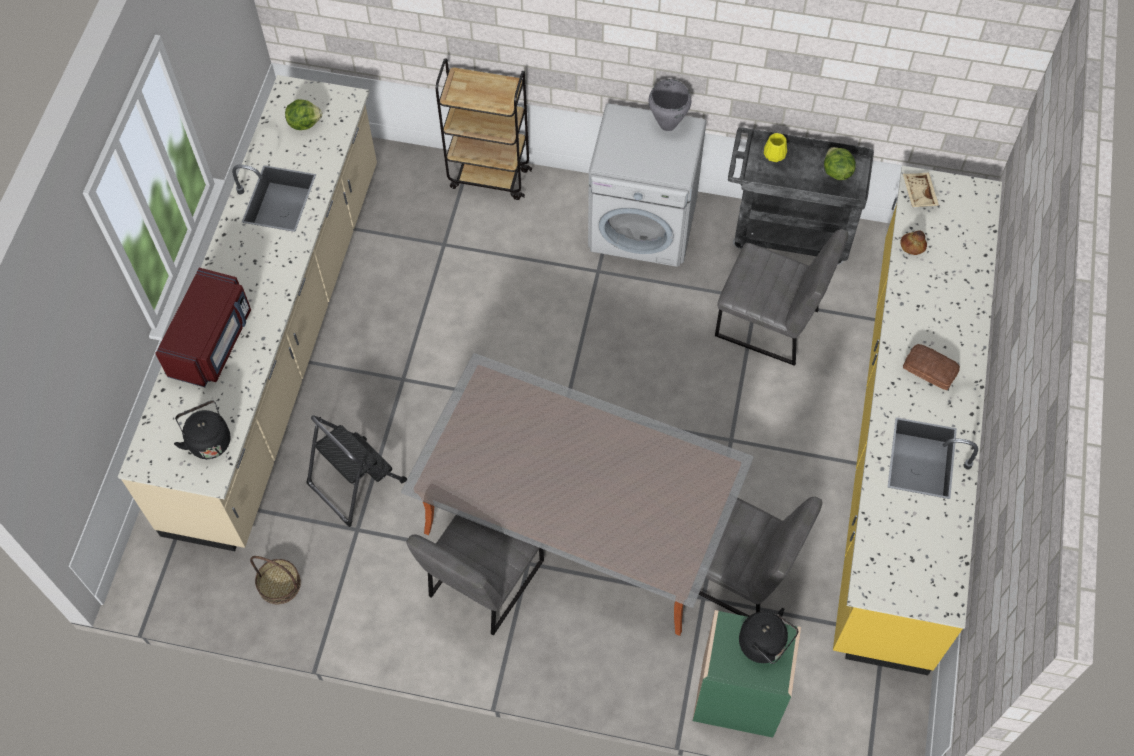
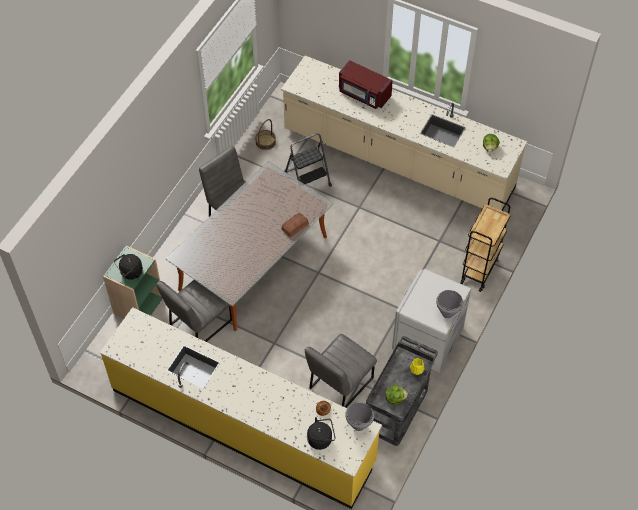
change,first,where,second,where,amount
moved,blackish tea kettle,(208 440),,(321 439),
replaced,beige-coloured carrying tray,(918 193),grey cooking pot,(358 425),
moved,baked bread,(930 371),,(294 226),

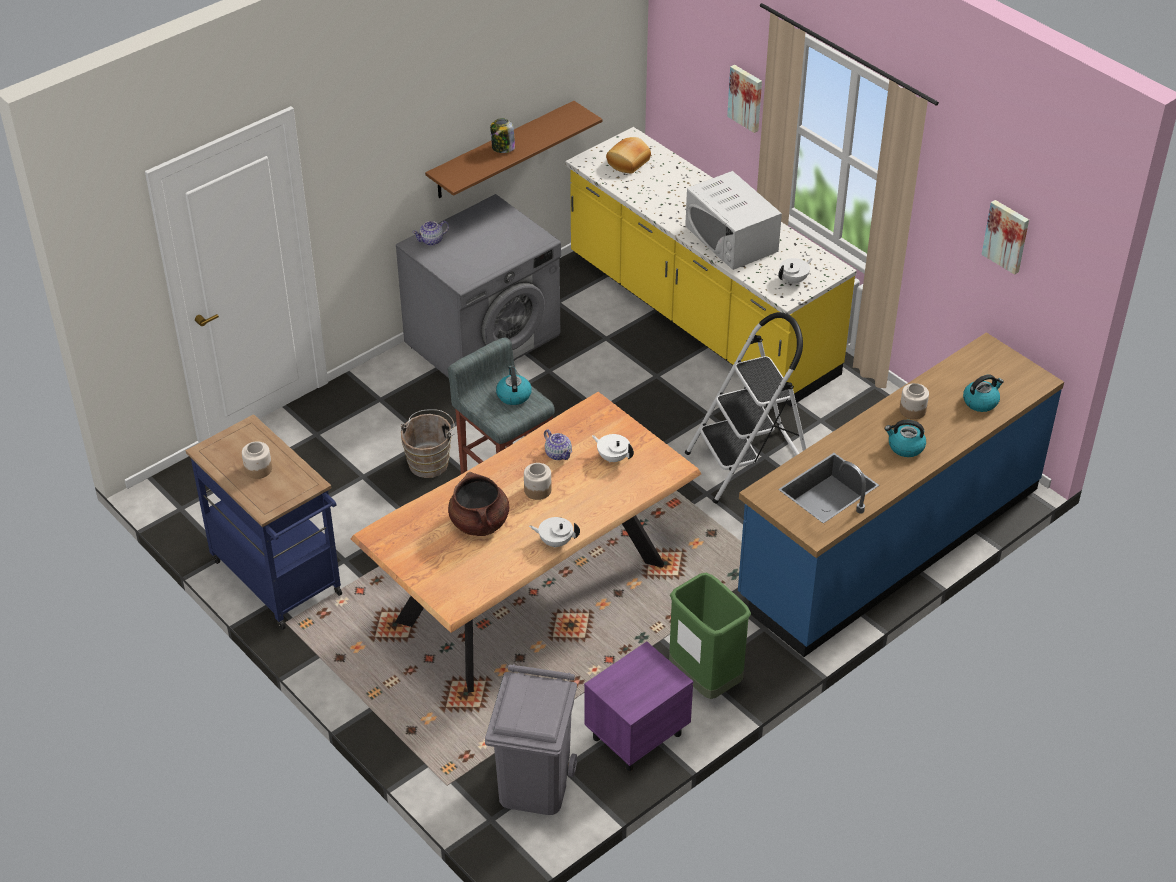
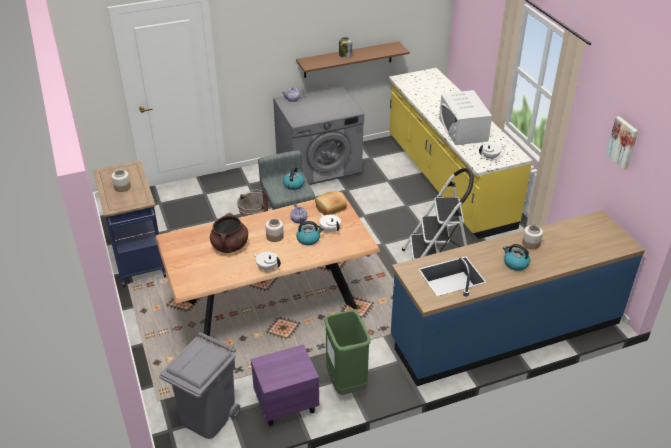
change,first,where,second,where,amount
moved,baked bread,(629 162),,(331 208),
removed,wall picture,(746 97),,,
moved,tea kettle,(981 402),,(309 239),

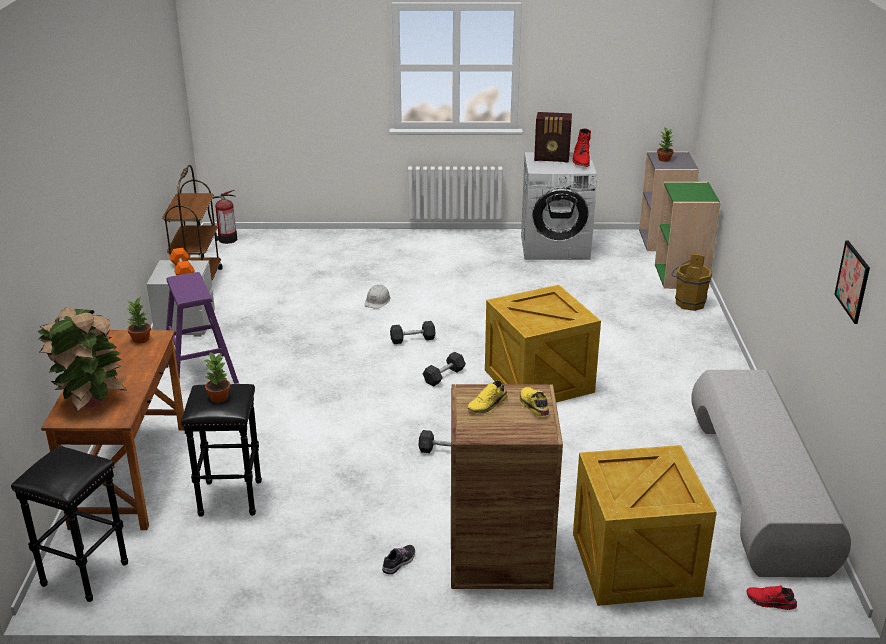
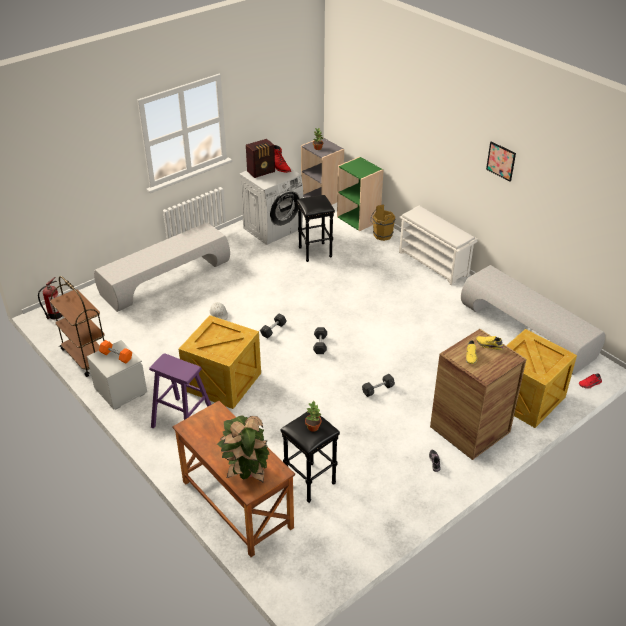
change,first,where,second,where,amount
moved,blackish stool,(85 575),,(316 252),
removed,potted plant,(141 339),,,
moved,packing crate,(540 381),,(224 381),
moved,wall picture,(852 281),,(501 161),
added,,,grey bench,(165 278),
added,,,white-coloured shoe rack,(434 264),

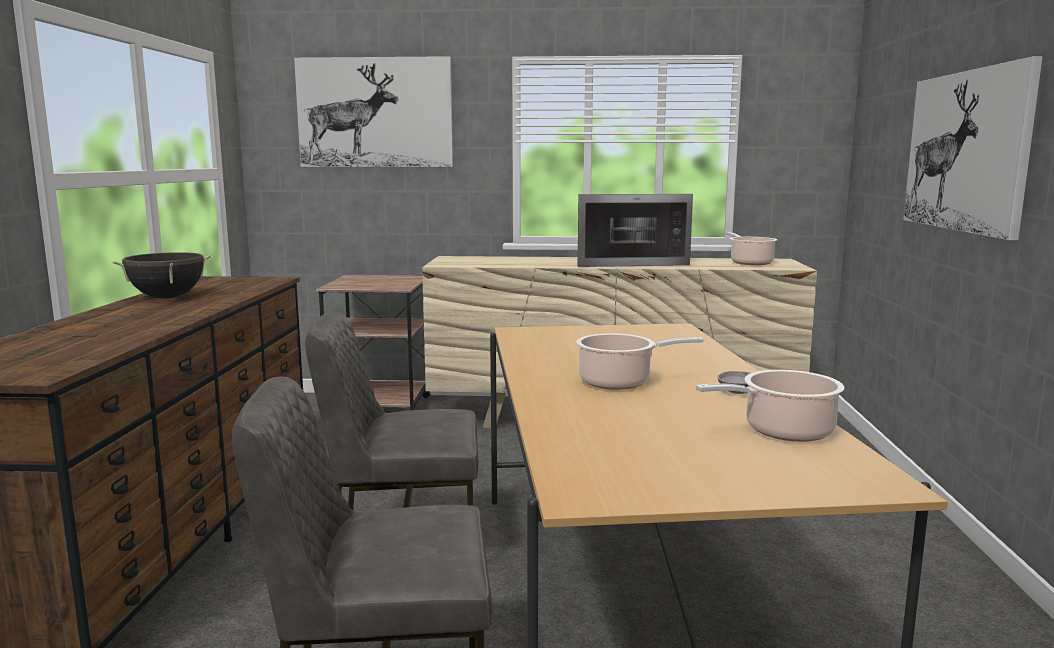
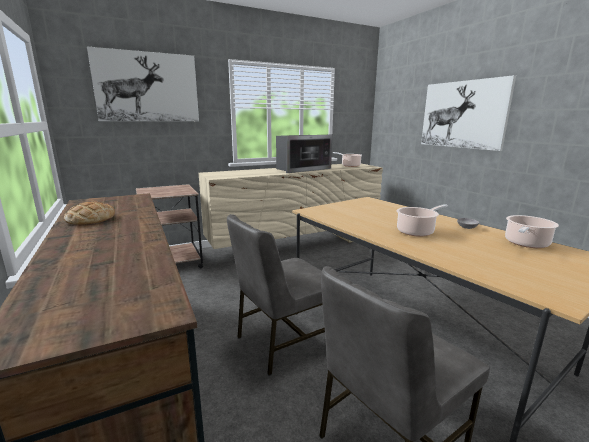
change,first,where,second,where,amount
replaced,blackish cooking pot,(167 298),baked bread,(91 219),

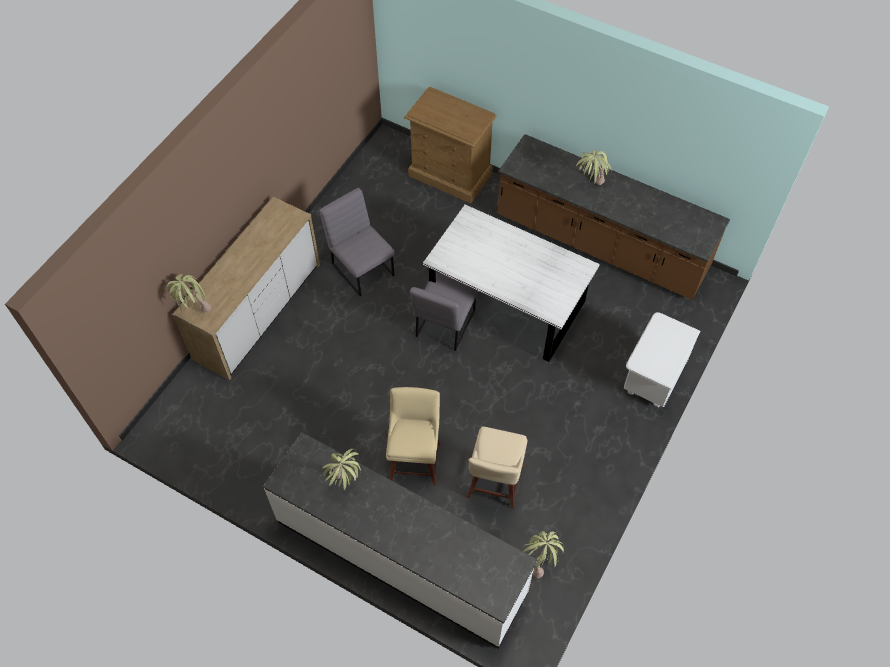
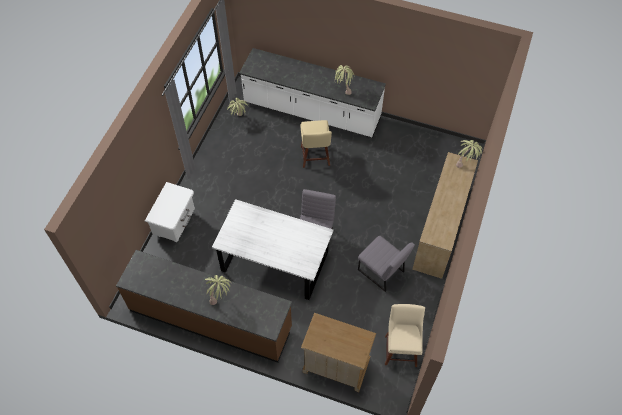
change,first,where,second,where,amount
moved,beige-coloured stool,(494 484),,(401 349),

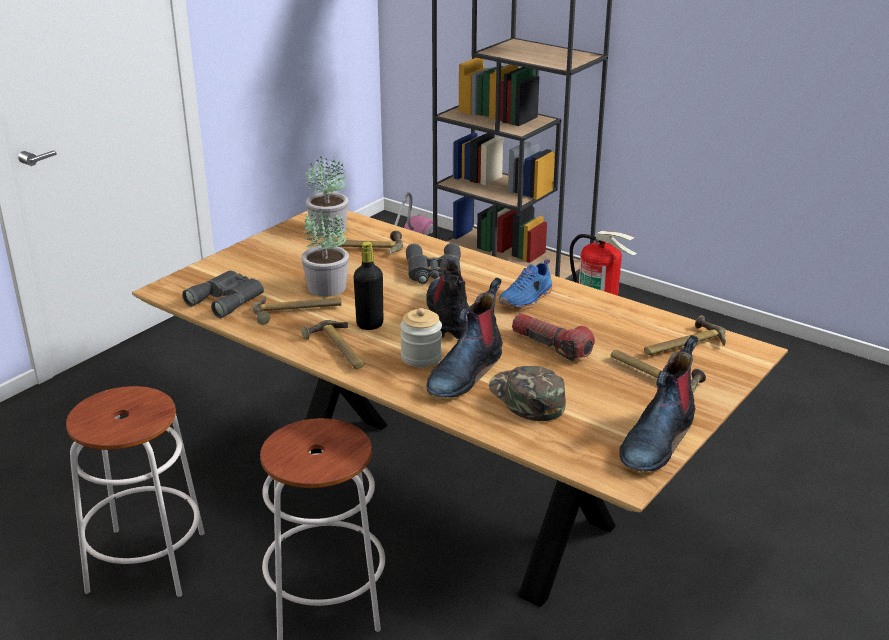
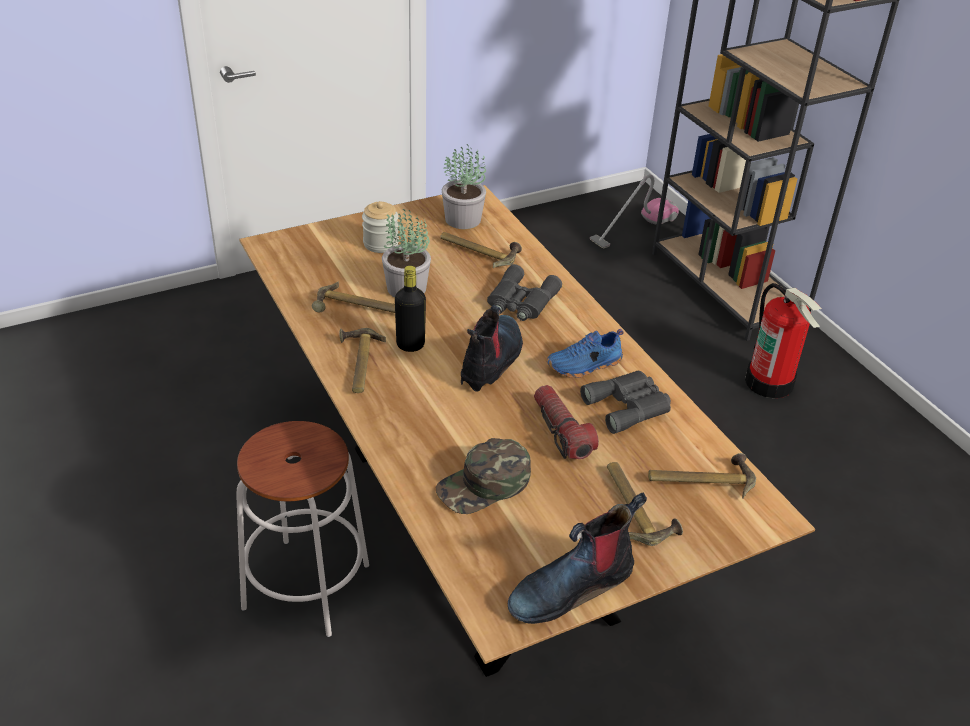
change,first,where,second,where,amount
removed,white-coloured stool,(146 561),,,
moved,grey binoculars,(228 299),,(629 406),
moved,preserve jar,(421 357),,(381 244),
removed,boot,(465 372),,,
turned,green-coloured baseball cap,(526 398),,(484 485),120 degrees counterclockwise

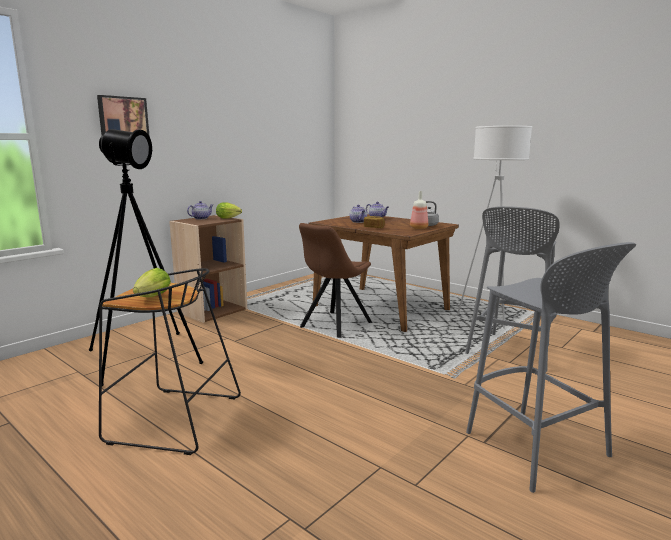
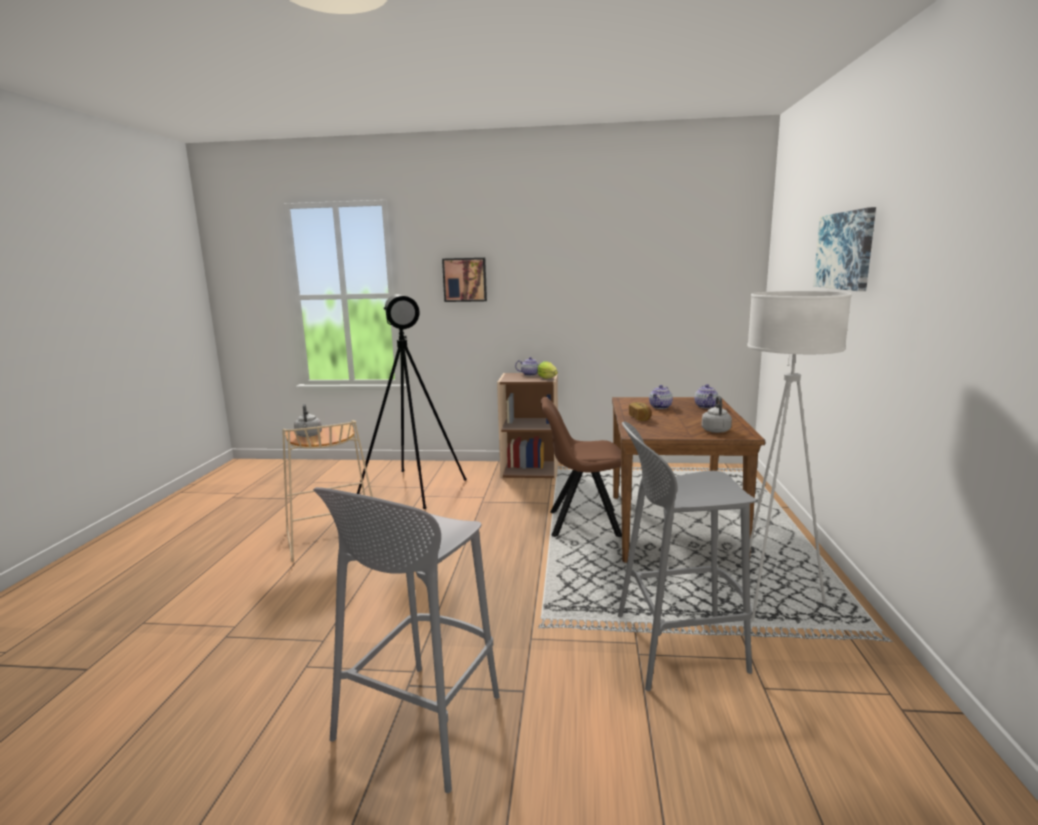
change,first,where,second,where,amount
recoloured,blackish stool,(172 420),beige-coloured stool,(332 537),
replaced,lettuce head,(151 298),grey tea kettle,(308 435),
removed,beverage bottle,(419 228),,,
added,,,wall picture,(845 250),

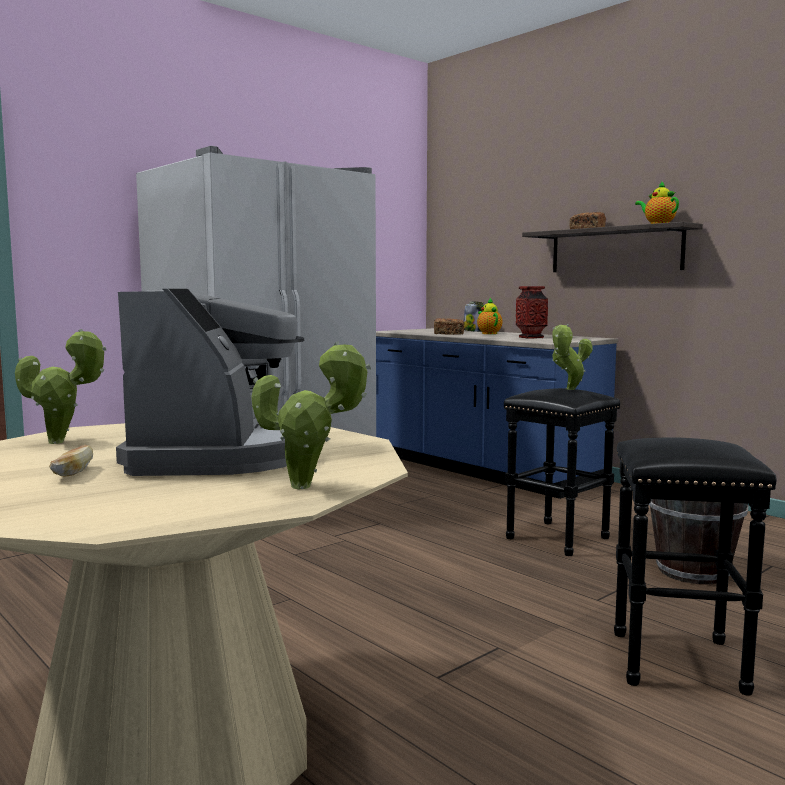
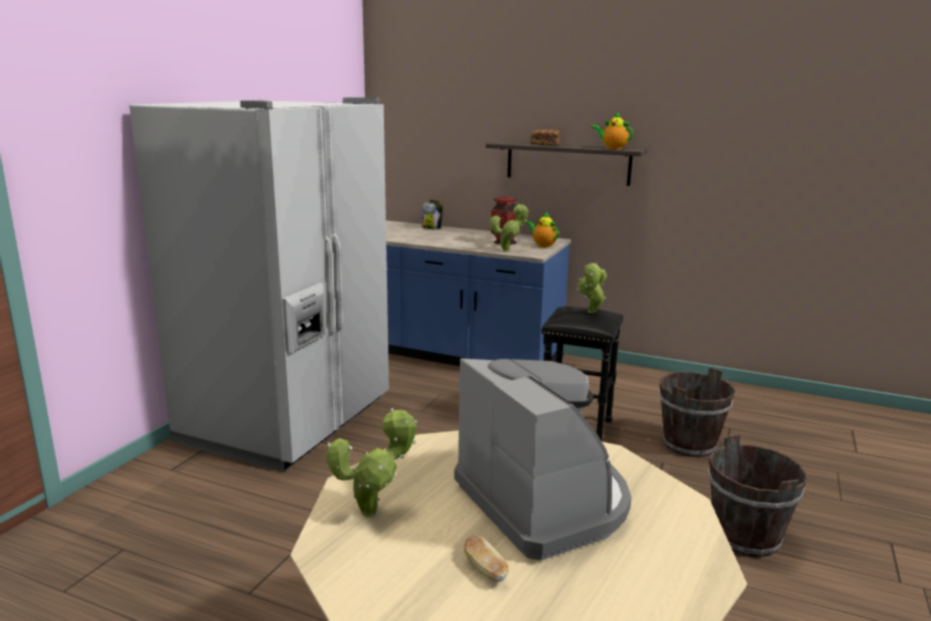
change,first,where,second,where,amount
moved,potted plant,(308 486),,(508 251),
removed,baked bread,(449 334),,,
moved,pot for tea,(488 333),,(543 245),
replaced,blackish stool,(675 662),brownish pail,(745 537),

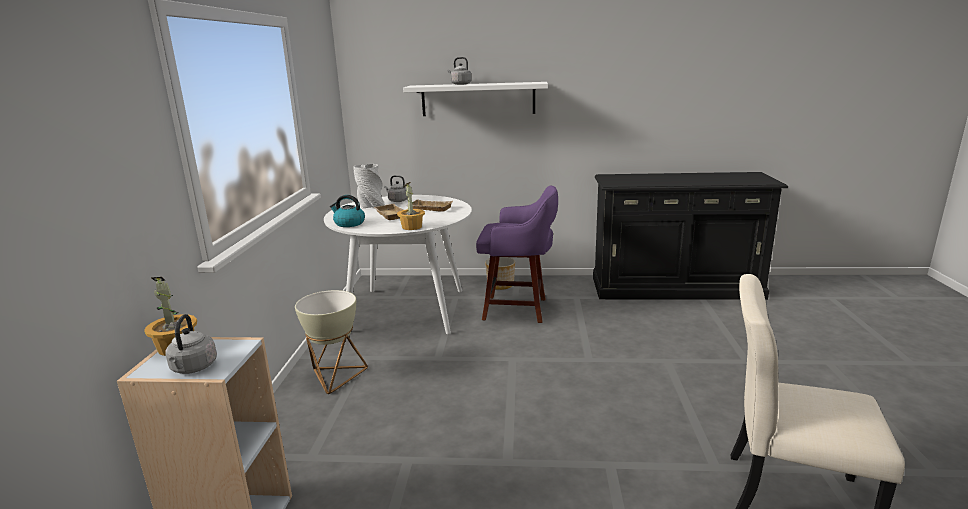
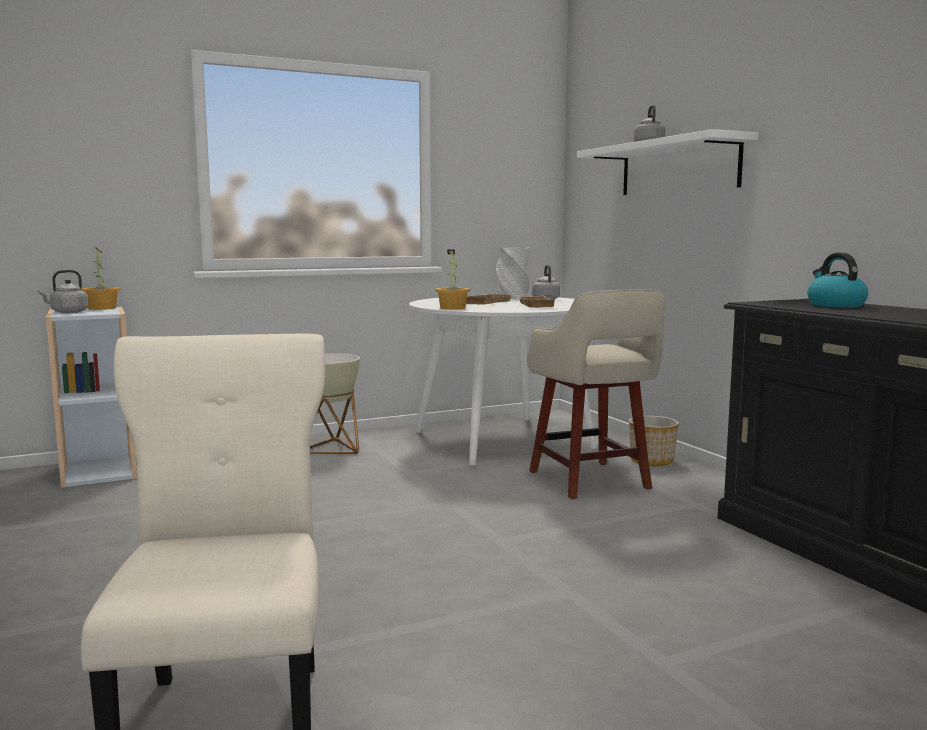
change,first,where,second,where,amount
moved,tea kettle,(349 223),,(835 305),
recoloured,purplish stool,(518 310),beige-coloured stool,(591 482),

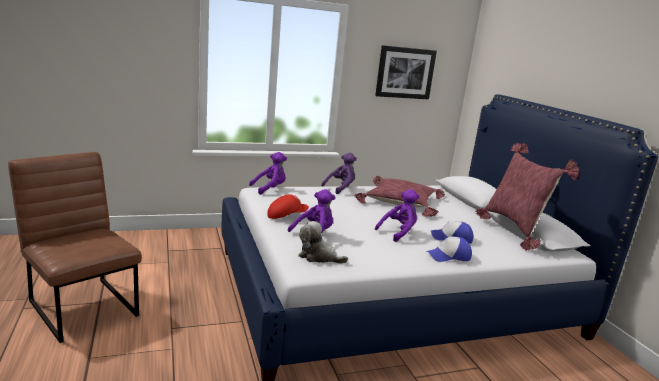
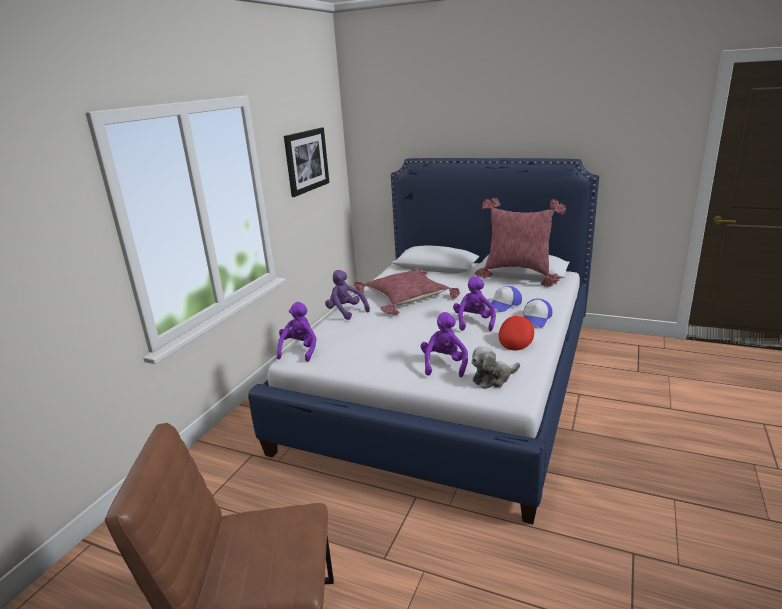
change,first,where,second,where,amount
moved,red baseball cap,(286 216),,(516 340),
turned,purplish plush toy,(340 188),,(346 312),45 degrees counterclockwise

